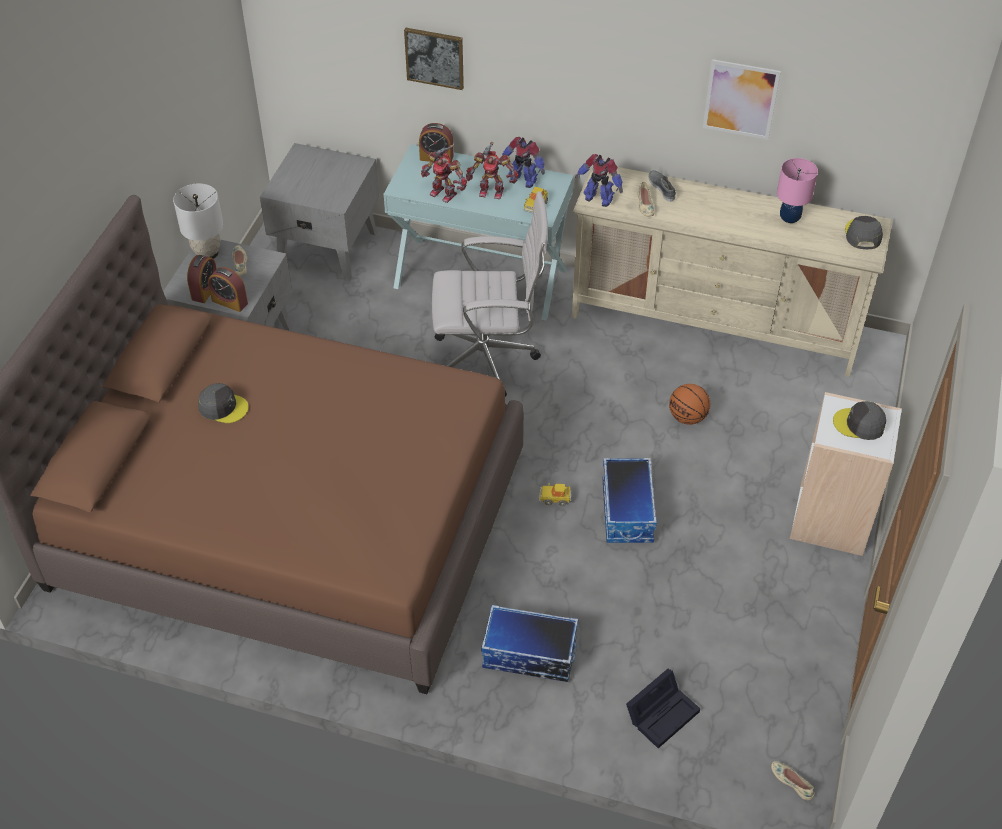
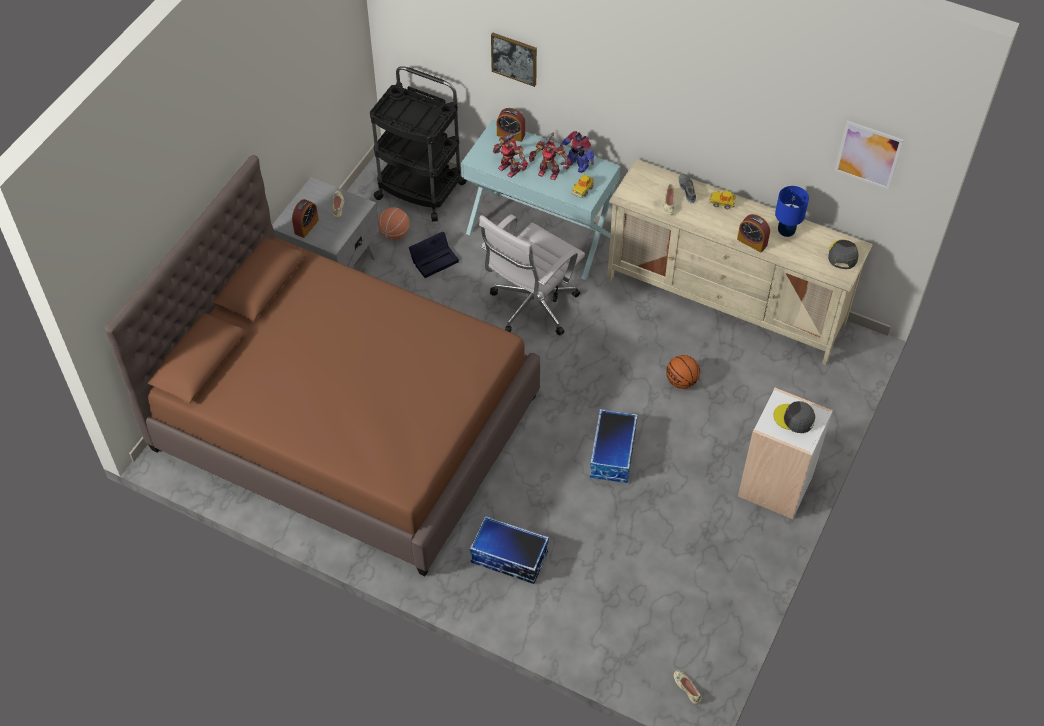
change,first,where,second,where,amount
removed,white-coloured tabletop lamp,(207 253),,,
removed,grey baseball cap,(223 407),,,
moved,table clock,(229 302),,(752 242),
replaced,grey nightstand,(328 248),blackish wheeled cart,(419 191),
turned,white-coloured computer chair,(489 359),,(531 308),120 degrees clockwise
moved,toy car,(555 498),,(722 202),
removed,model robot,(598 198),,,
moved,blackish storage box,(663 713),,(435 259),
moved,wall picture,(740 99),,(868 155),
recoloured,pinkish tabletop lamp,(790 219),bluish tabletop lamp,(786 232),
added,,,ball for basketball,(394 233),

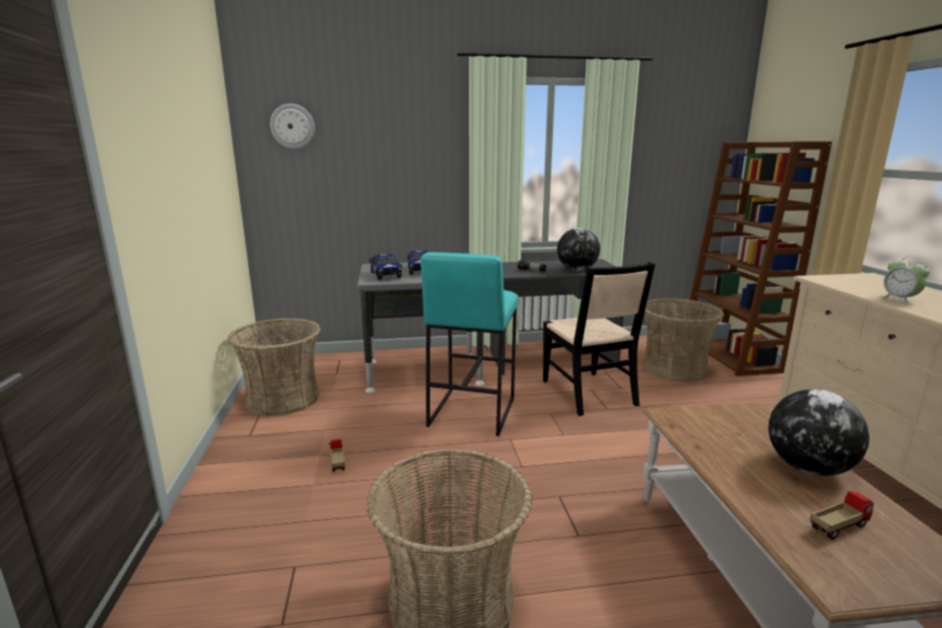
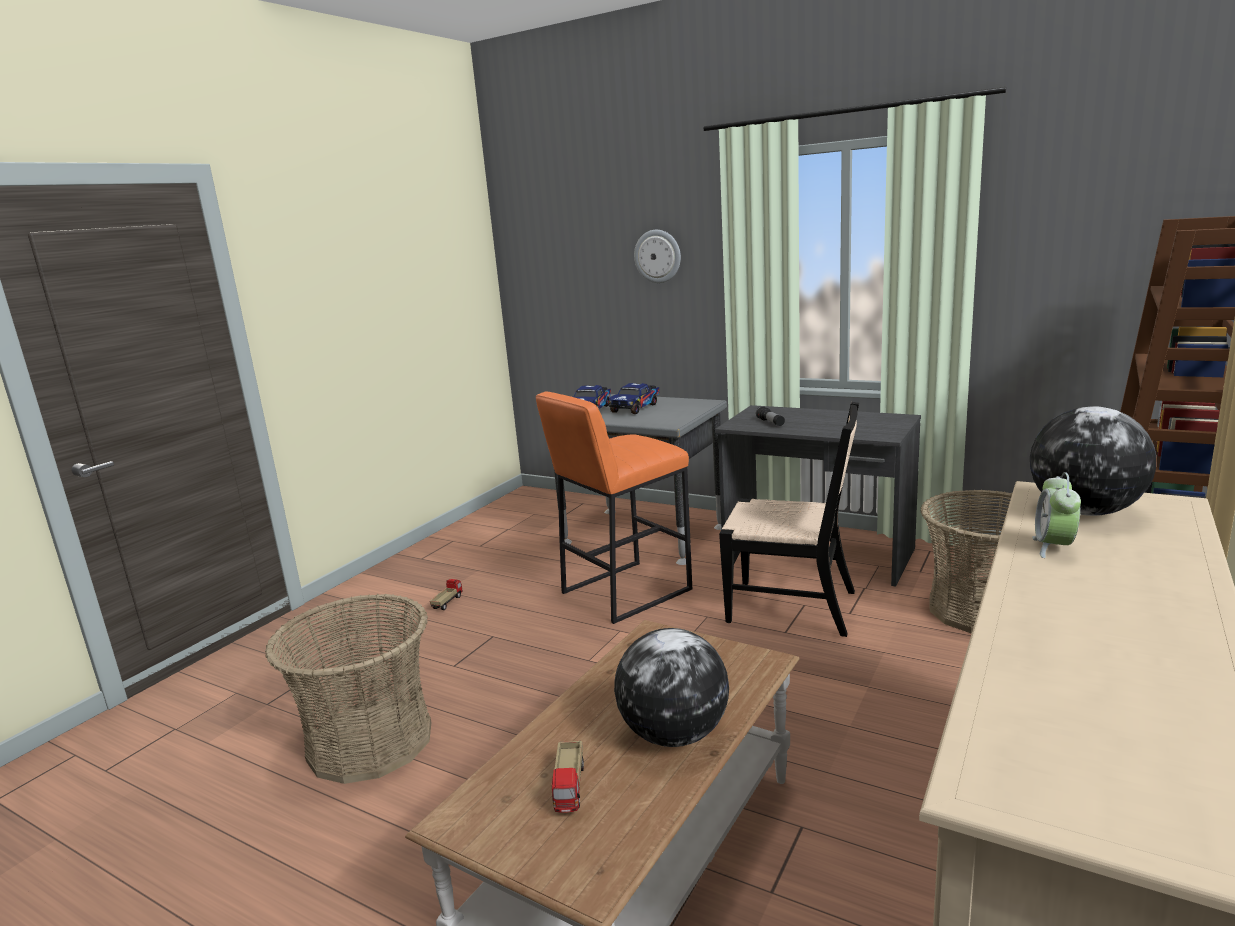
change,first,where,second,where,amount
removed,household basket,(283 399),,,
moved,wall clock,(292 126),,(658 256),
recoloured,blue-green stool,(471 412),orangey stool,(624 592),
turned,chair,(588 393),,(792 607),90 degrees counterclockwise
moved,world globe,(577 270),,(1085 511),
turned,model truck,(838 526),,(570 788),75 degrees clockwise

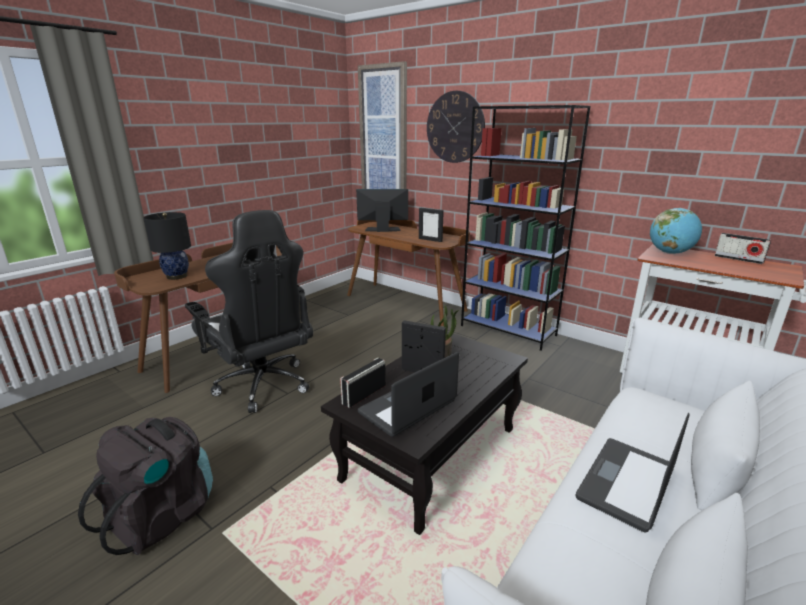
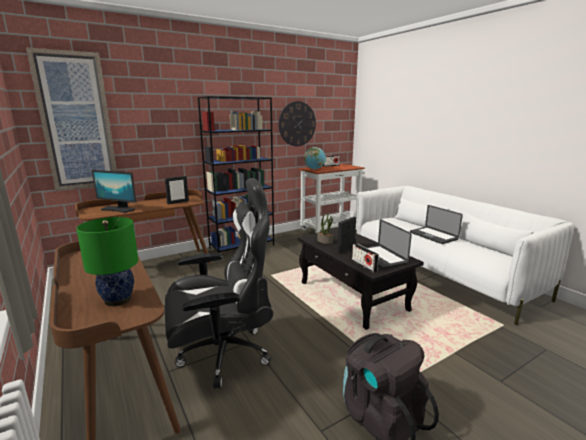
change,first,where,second,where,amount
recoloured,blackish tabletop lamp,(176 276),green-coloured tabletop lamp,(118 300),
turned,computer screen,(382 230),,(118 209),90 degrees counterclockwise
moved,wall clock,(455 127),,(297 124),

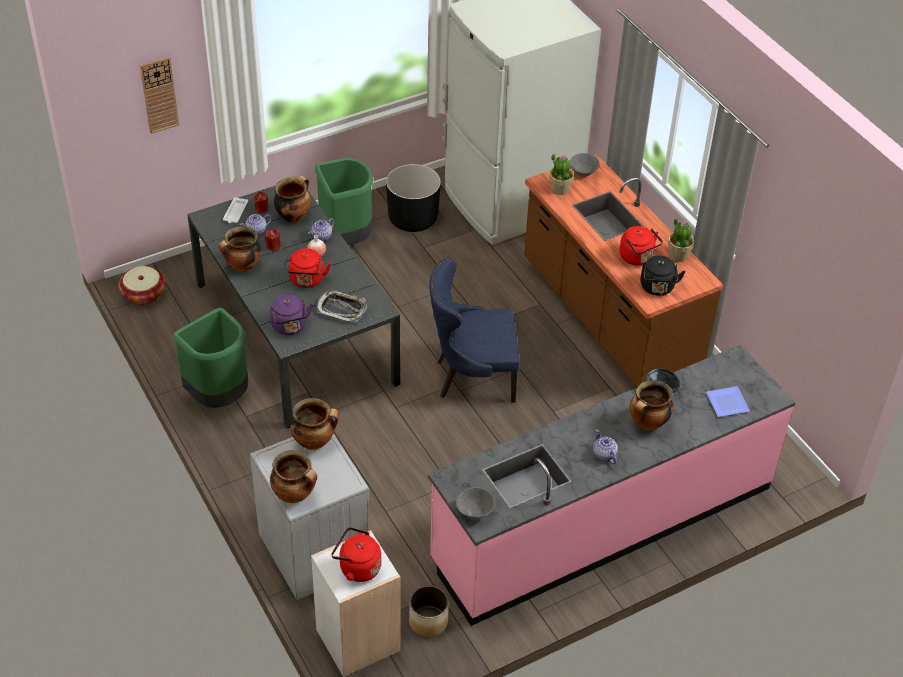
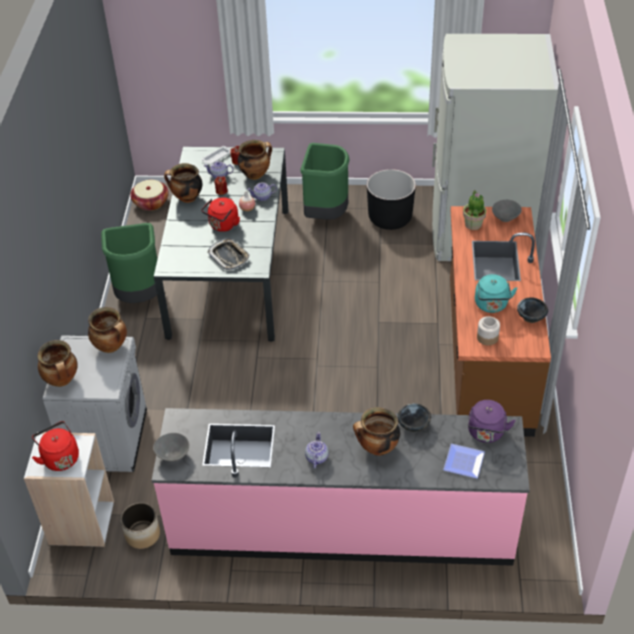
change,first,where,second,where,amount
removed,wall clock,(159 95),,,
moved,purplish tea kettle,(290 327),,(486 433),
removed,bluish chair,(472 378),,,
recoloured,red tea kettle,(638 258),blue-green tea kettle,(491 305),
replaced,blackish tea kettle,(657 288),preserve jar,(487 337),
replaced,potted plant,(678 255),blackish deep dish,(531 317),

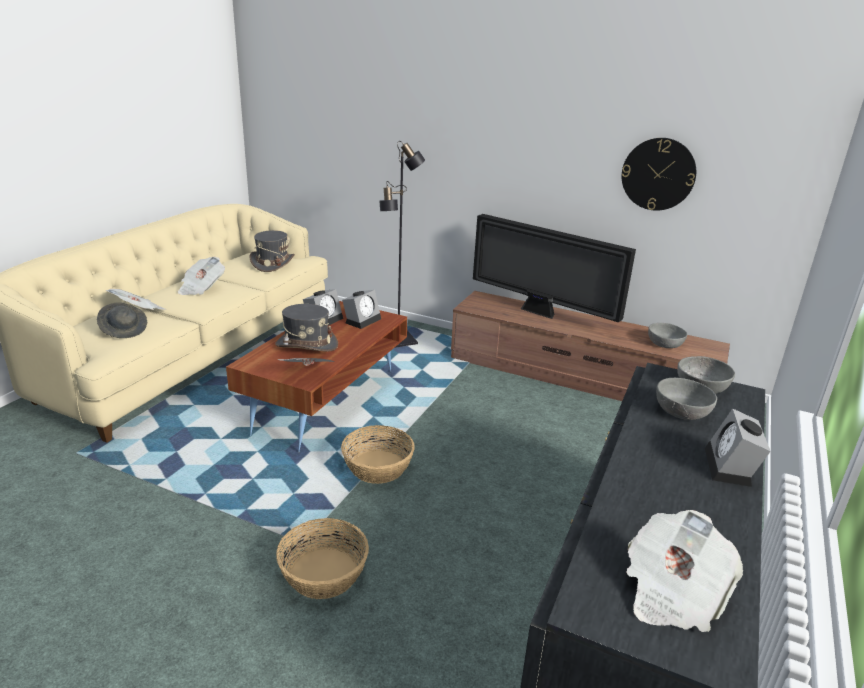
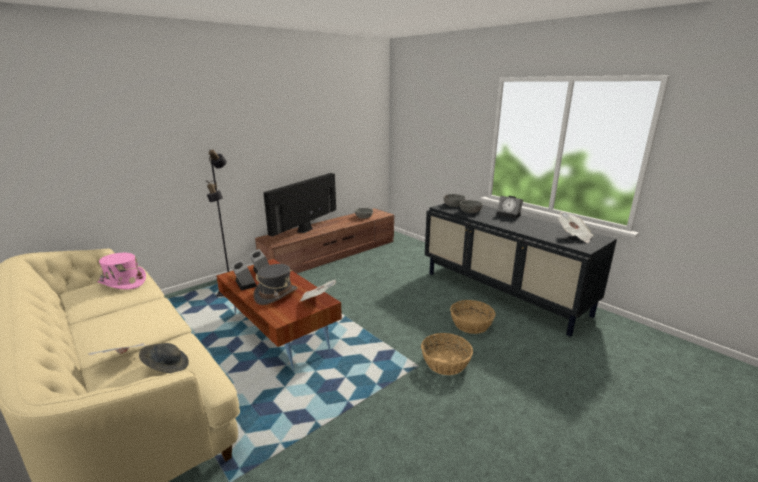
change,first,where,second,where,amount
removed,daily paper,(201 288),,,
recoloured,grey wearable hat,(272 263),pinkish wearable hat,(123 282),
moved,household basket,(377 467),,(471 324),
turned,TV set,(540 313),,(305 230),150 degrees clockwise
removed,wall clock,(658 174),,,

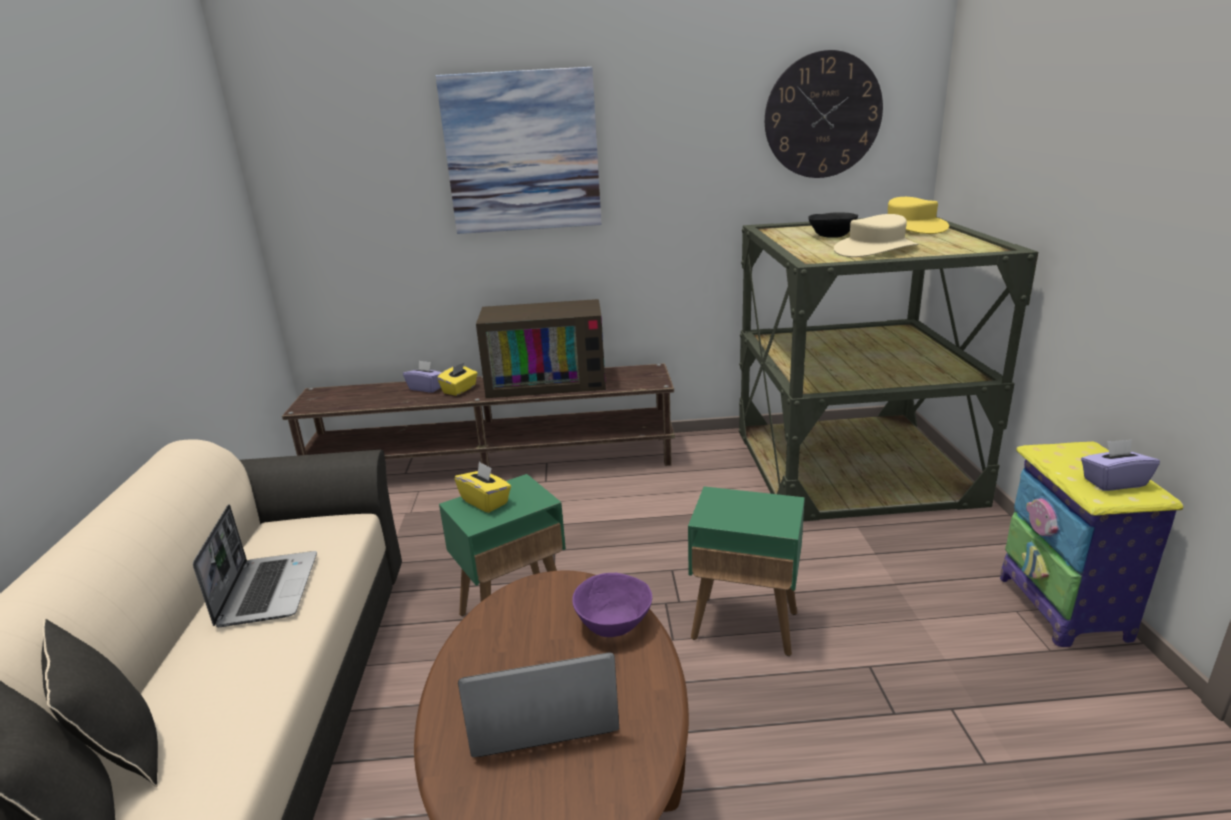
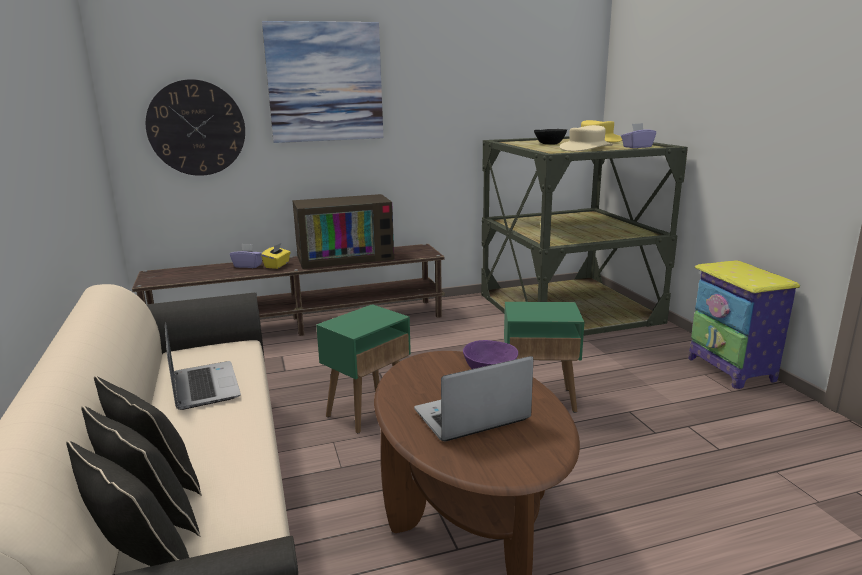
change,first,where,second,where,amount
removed,yellow-coloured box of tissues,(485 501),,,
moved,wall clock,(823 115),,(196 128),
moved,purplish box of tissues,(1113 482),,(637 147),

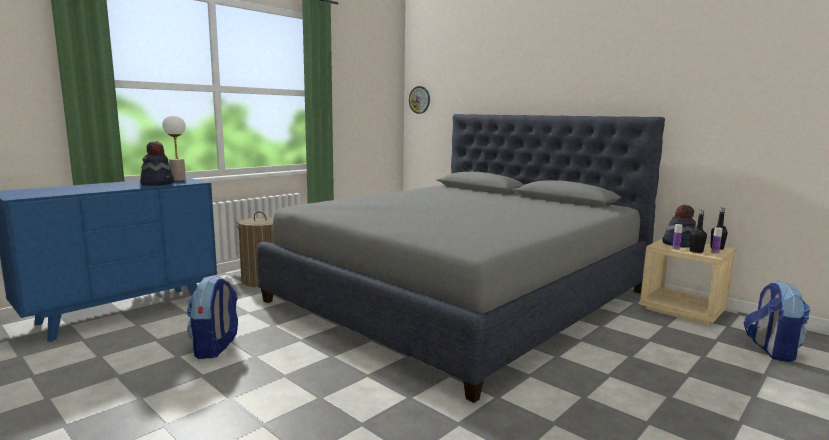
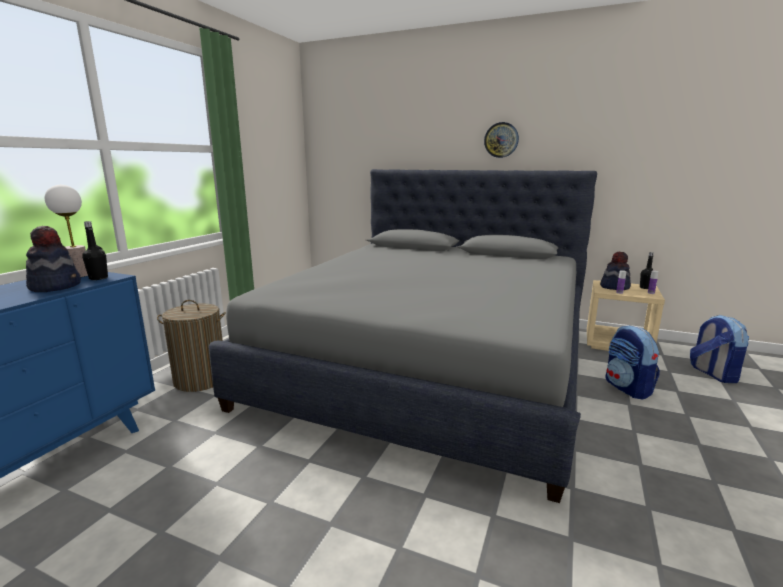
change,first,where,second,where,amount
moved,rucksack,(216 348),,(627 388),
moved,wall clock,(419 100),,(501 140),
moved,blackish beverage bottle,(696 251),,(98 278),

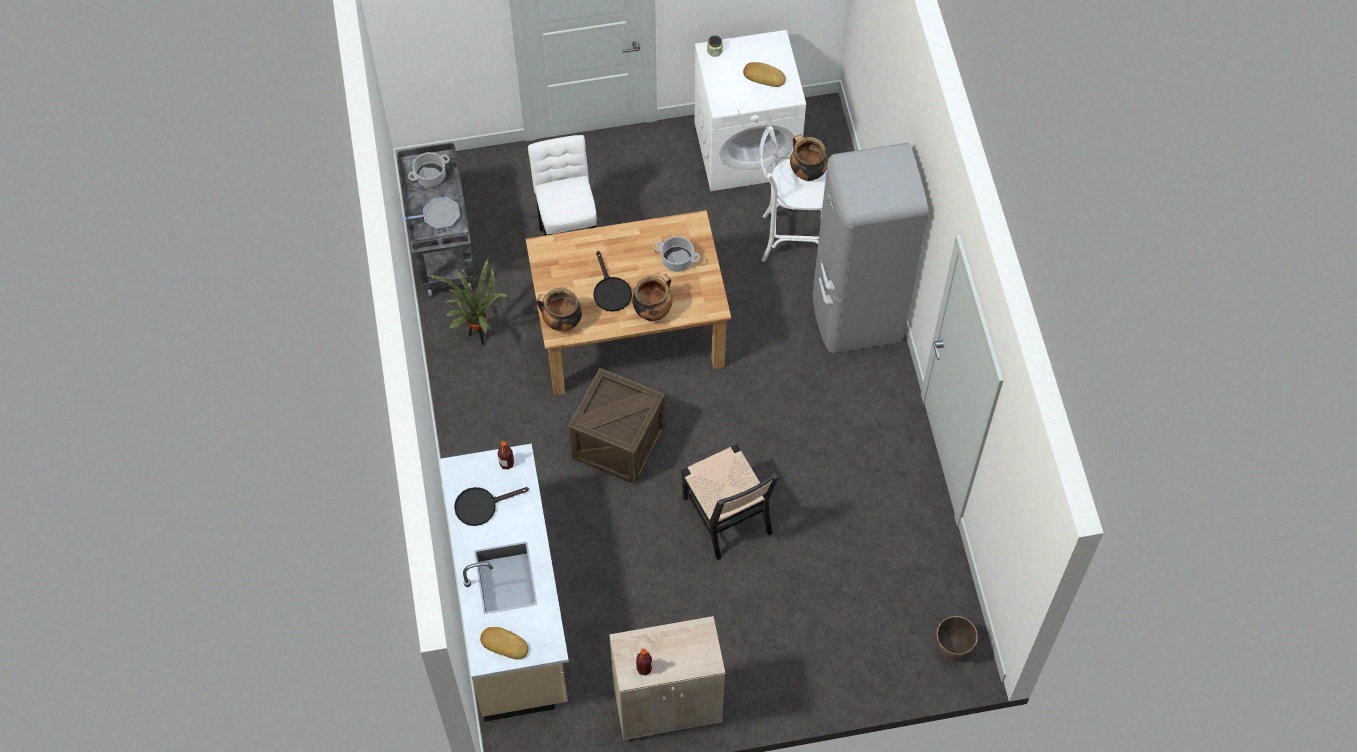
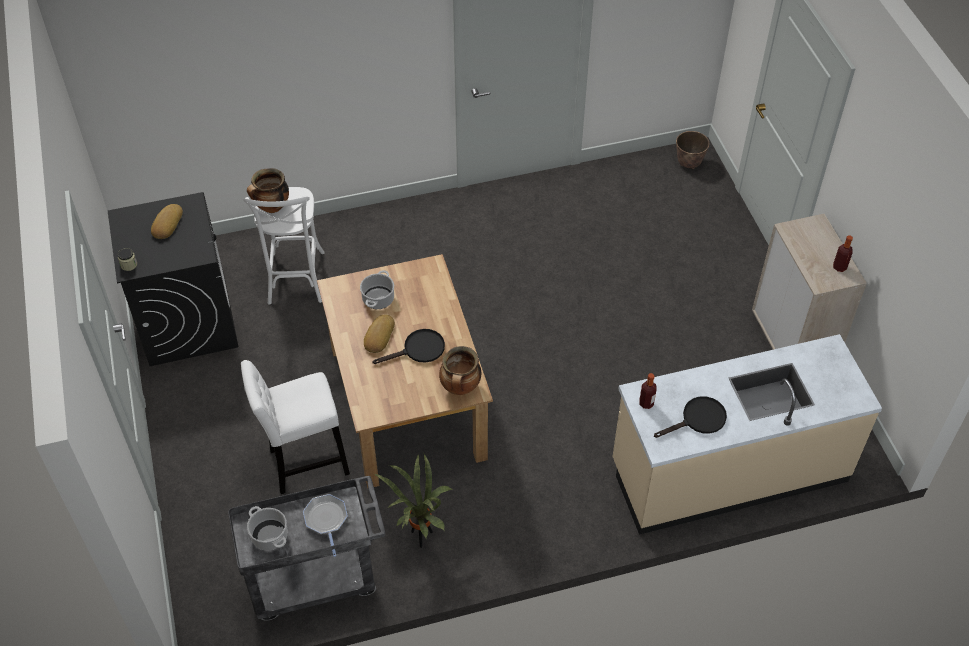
change,first,where,second,where,amount
turned,blackish frying pan,(481 505),,(698 420),90 degrees counterclockwise
moved,baked bread,(504 643),,(378 336),
removed,packing crate,(618 442),,,
removed,cooking pot,(653 310),,,
removed,chair,(726 516),,,
recoloured,white-coloured washing machine,(747 149),blackish washing machine,(187 321),
removed,grey kitchen fridge,(854 316),,,

